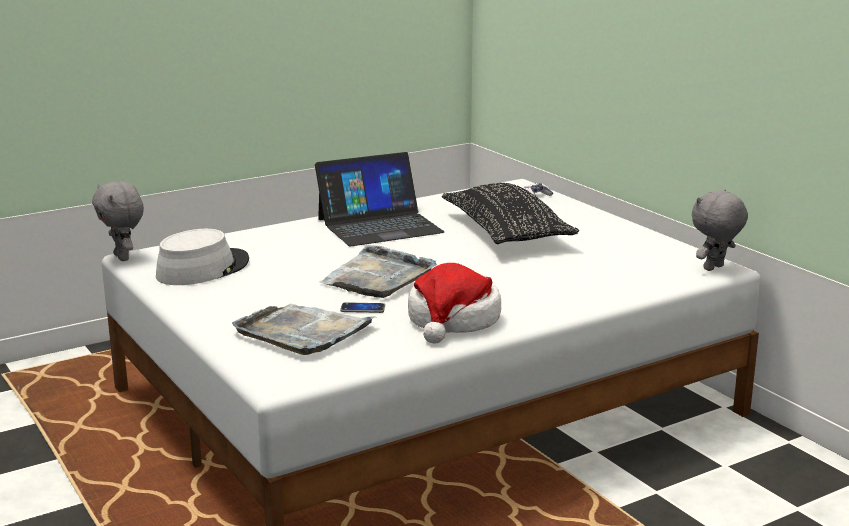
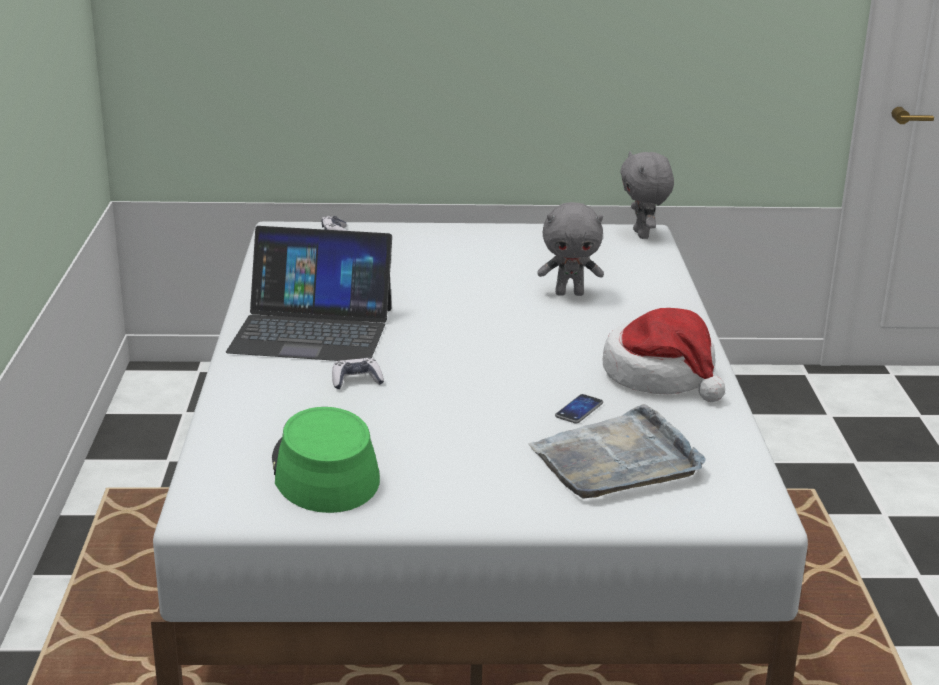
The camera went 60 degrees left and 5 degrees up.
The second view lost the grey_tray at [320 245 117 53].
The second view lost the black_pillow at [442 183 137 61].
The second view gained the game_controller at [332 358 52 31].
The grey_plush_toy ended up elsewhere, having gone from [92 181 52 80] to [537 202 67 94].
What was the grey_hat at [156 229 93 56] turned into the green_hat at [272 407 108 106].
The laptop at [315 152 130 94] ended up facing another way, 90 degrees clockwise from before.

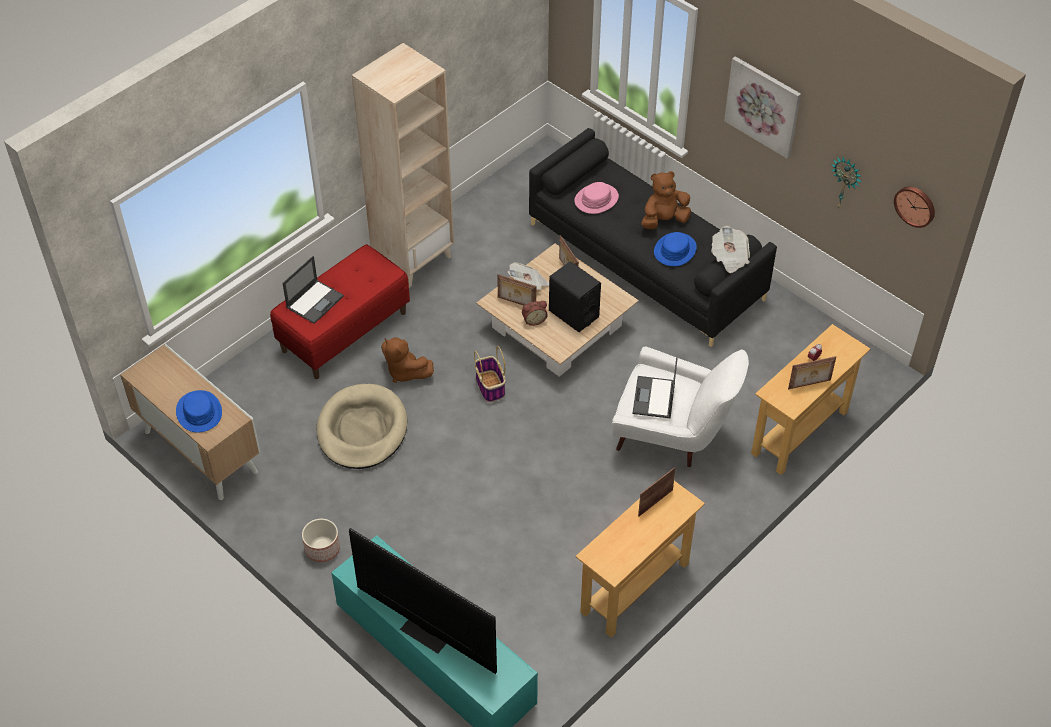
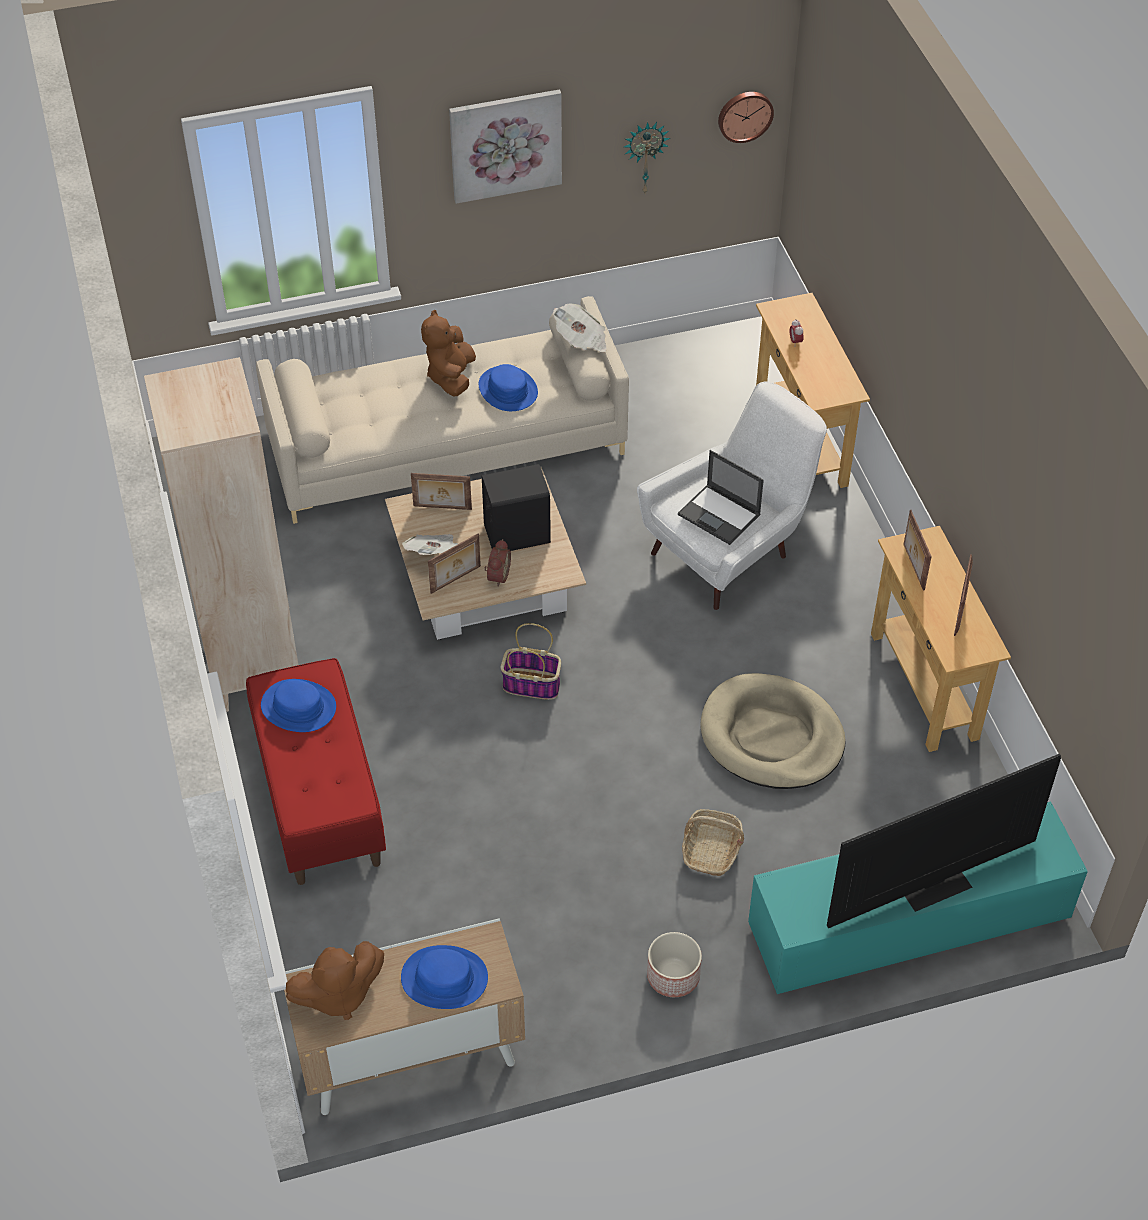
The camera went 60 degrees left and 0 degrees up.
The second view lost the laptop at [282 256 62 68].
The second view lost the pink_hat at [574 182 45 32].
The second view gained the blue_hat at [261 679 75 53].
The second view gained the basket at [682 809 62 67].
The beige_dog_bed ended up elsewhere, having gone from [317 384 91 85] to [700 673 146 116].
The brown_plush_toy ended up elsewhere, having gone from [381 337 53 46] to [286 941 98 79].
The picture_frame ended up elsewhere, having gone from [788 356 48 33] to [954 554 19 82].
What was the black_sofa at [529 128 248 219] turned into the beige_sofa at [256 296 373 228].

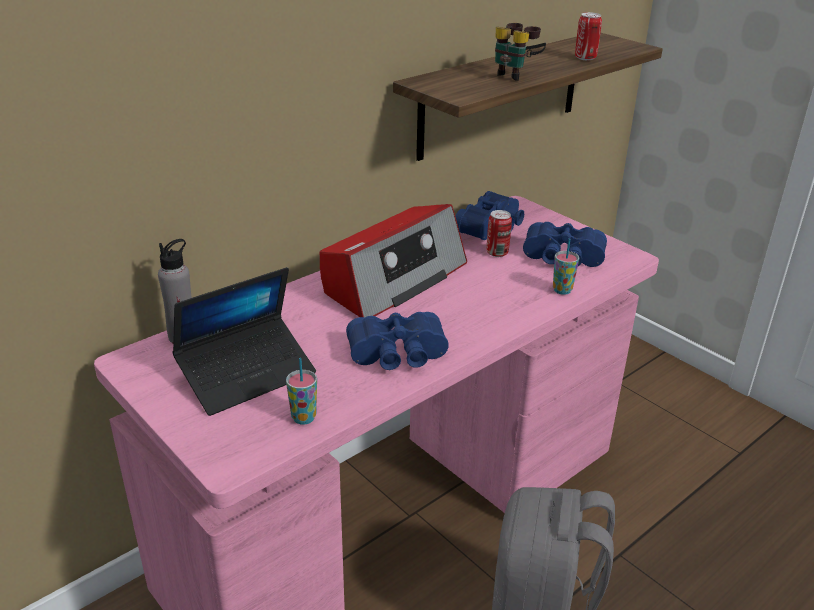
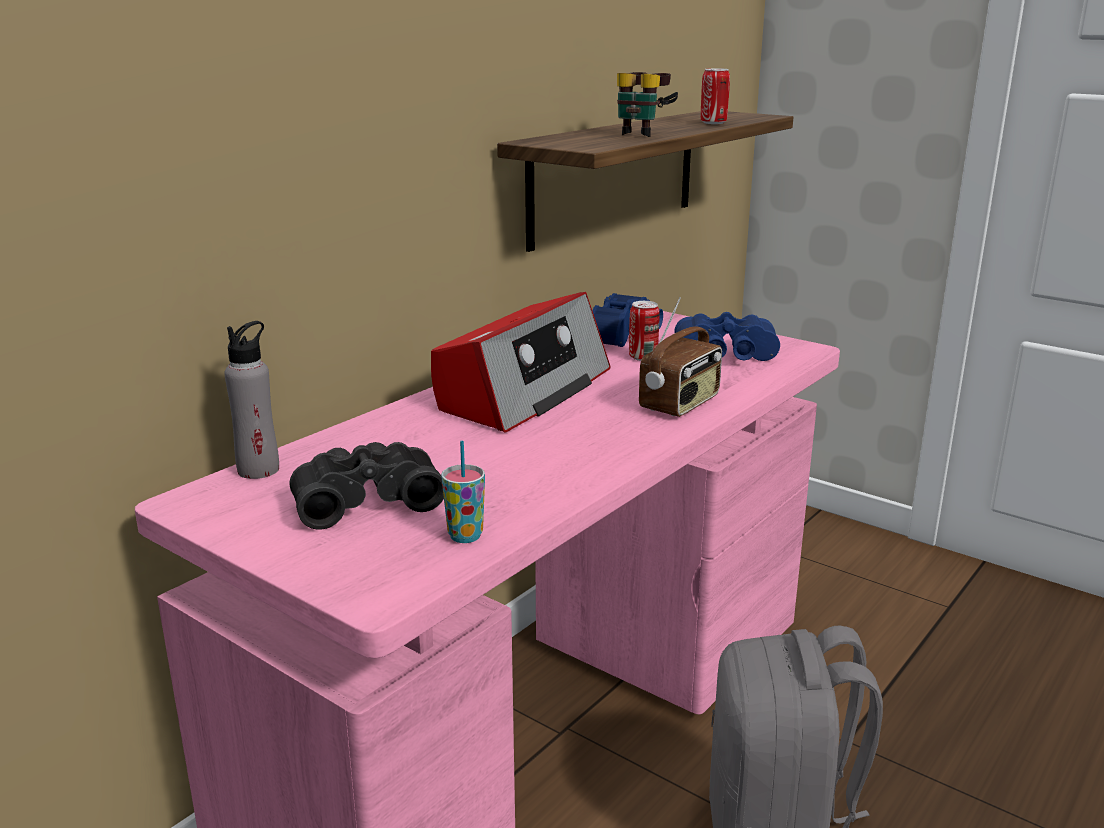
The camera went 10 degrees left and 10 degrees down.
The second view lost the blue_binoculars at [346 312 103 58].
The second view lost the cup at [553 239 26 56].
The second view gained the radio at [639 297 83 120].
Where the laptop stood at [172 267 144 149], the black_binoculars came to stand at [290 442 154 88].

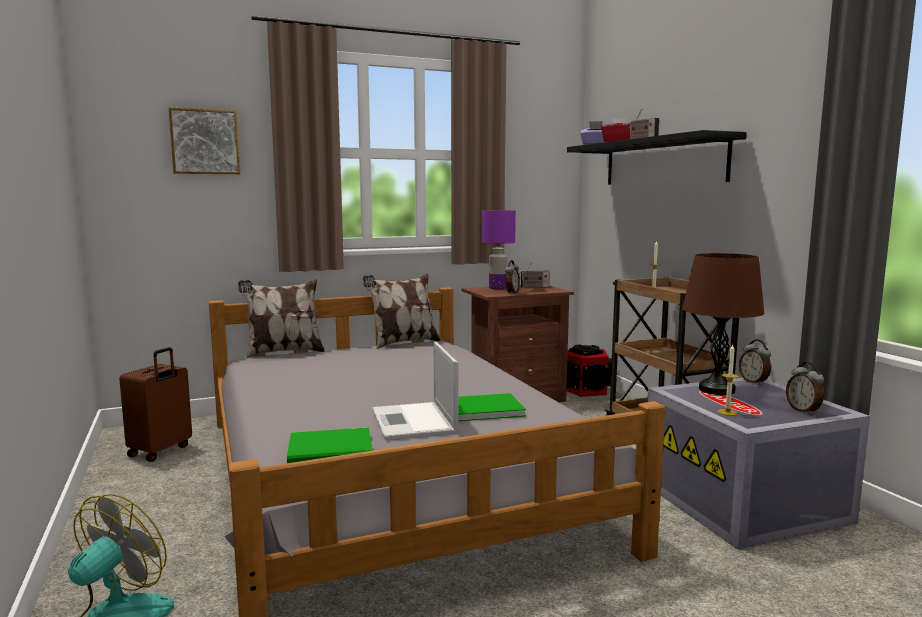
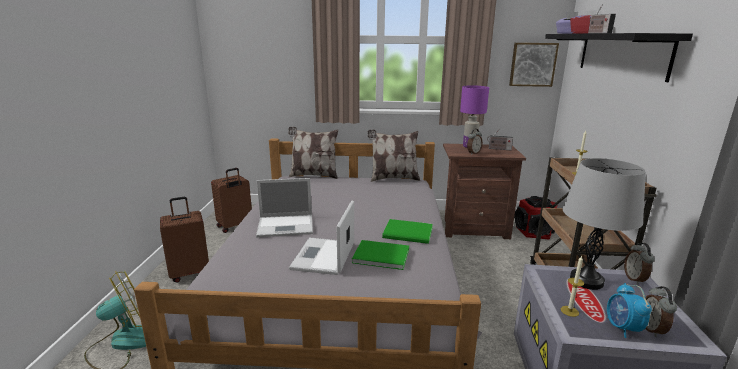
The camera went 25 degrees right and 10 degrees up.
The second view gained the brown_suitcase at [160 197 49 85].
The second view gained the laptop at [256 178 57 59].
The second view gained the alarm_clock at [607 283 45 55].
The picture ended up elsewhere, having gone from [169 107 71 67] to [509 43 50 44].
The green_book ended up elsewhere, having gone from [287 427 85 36] to [382 219 51 25].
What was the brown_table_lamp at [682 253 83 142] turned into the grey_table_lamp at [562 158 84 132].

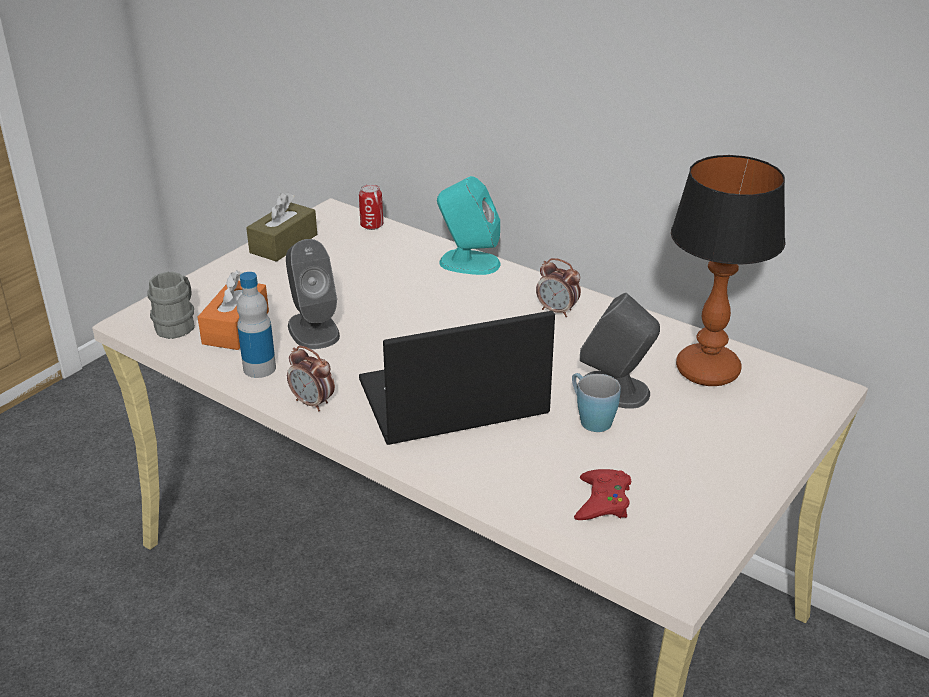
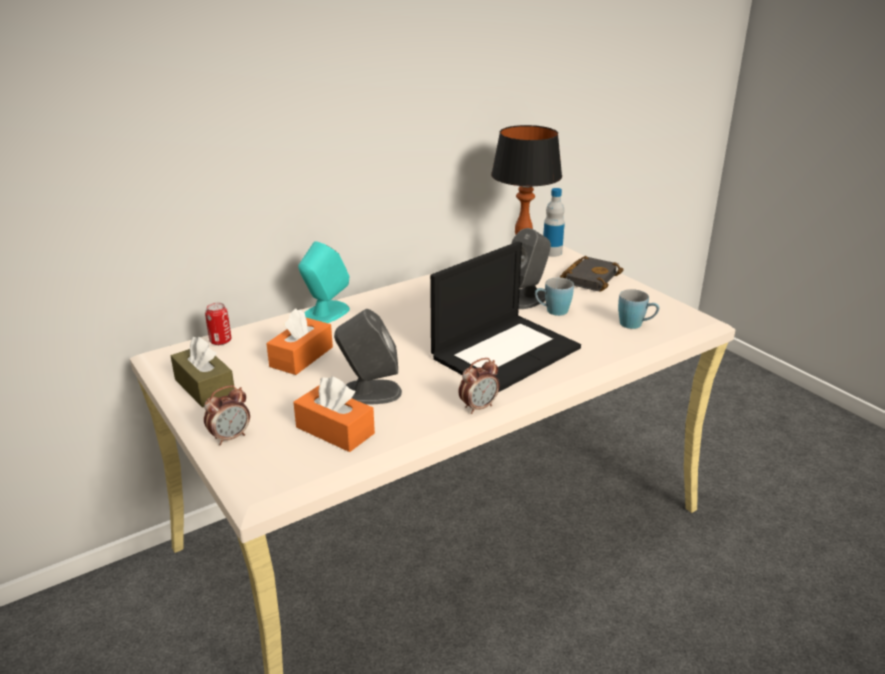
The camera went 70 degrees left and 5 degrees down.
The second view lost the grey_mug at [147 272 48 67].
The second view gained the orange_tissue_box at [266 308 67 67].
The second view gained the black_book at [560 256 64 35].
The bottle ended up elsewhere, having gone from [237 272 39 106] to [543 188 22 69].
The alarm_clock ended up elsewhere, having gone from [536 258 45 59] to [204 385 46 61].
Where the red_game_controller stood at [574 469 57 51], the blue_mug came to stand at [618 289 41 40].
The laptop at [359 311 196 134] ended up facing another way, 135 degrees counterclockwise from before.

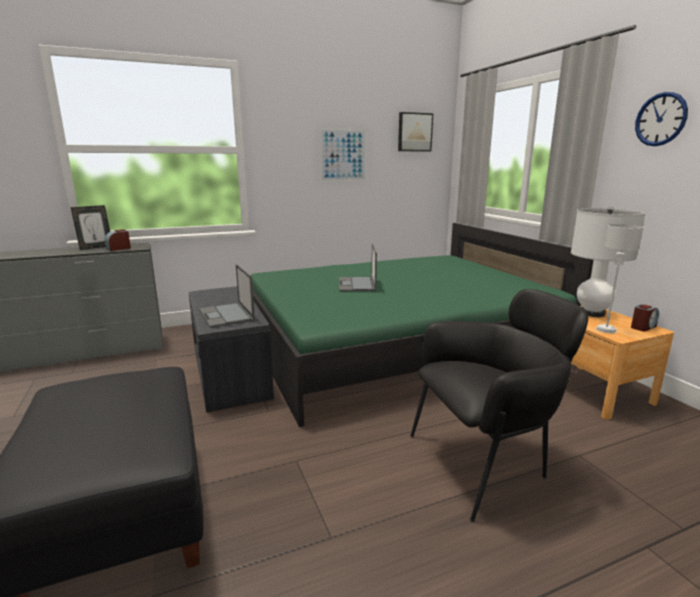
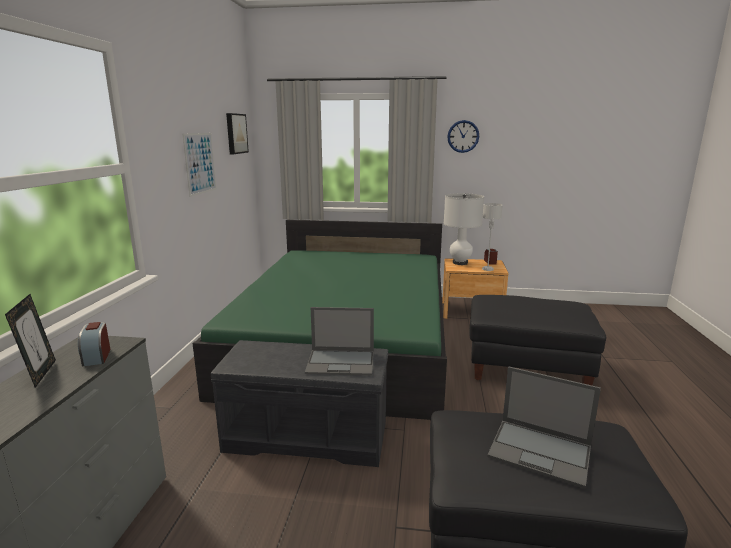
The camera went 60 degrees left and 0 degrees up.
The laptop ended up elsewhere, having gone from [339 244 38 47] to [487 366 114 122].
Where the black_armchair stood at [410 289 178 233], the black_ottoman came to stand at [470 295 136 90].

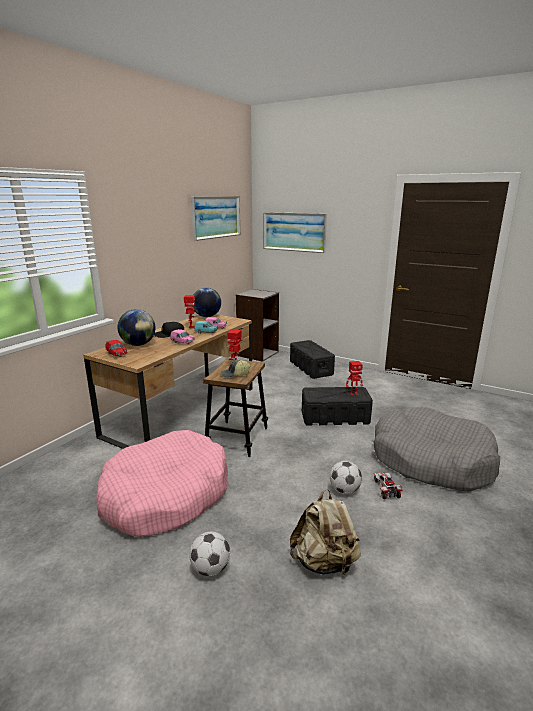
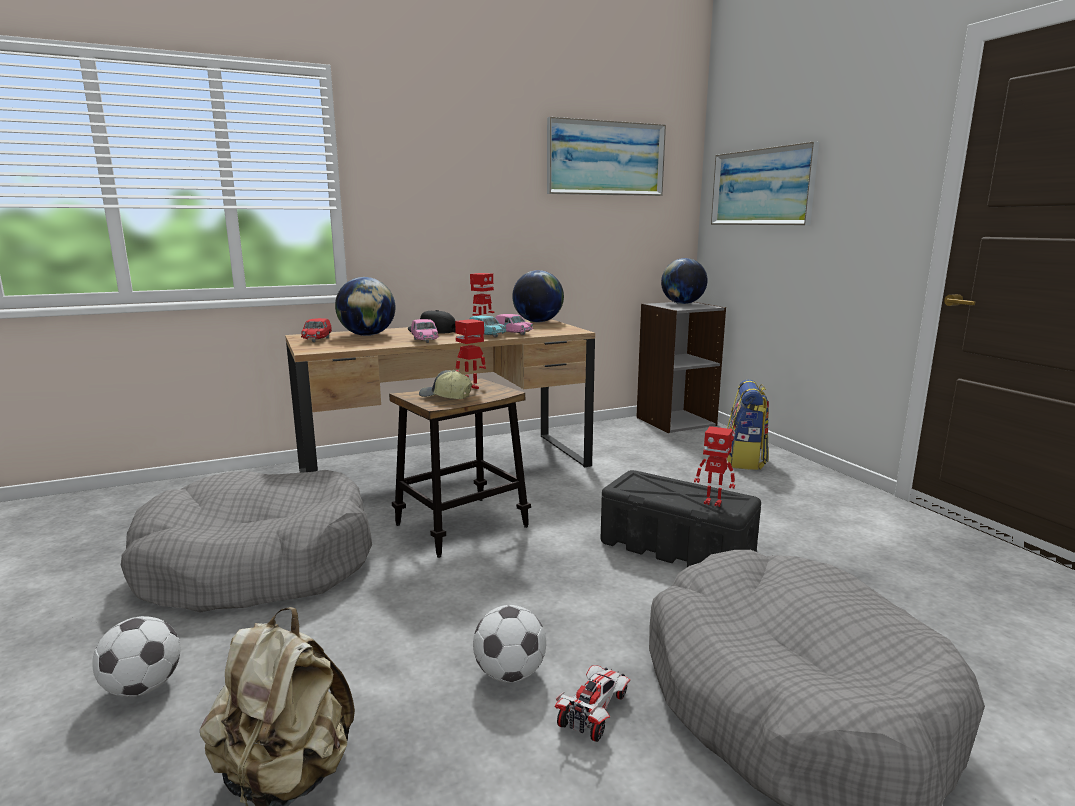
The camera went 35 degrees right and 5 degrees down.
The second view gained the globe at [661 258 47 46].
Where the black_storage_box stood at [290 340 45 39], the backpack came to stand at [727 379 42 91].
What was the pink_dog_bed at [96 430 132 107] turned into the grey_dog_bed at [121 470 251 143].

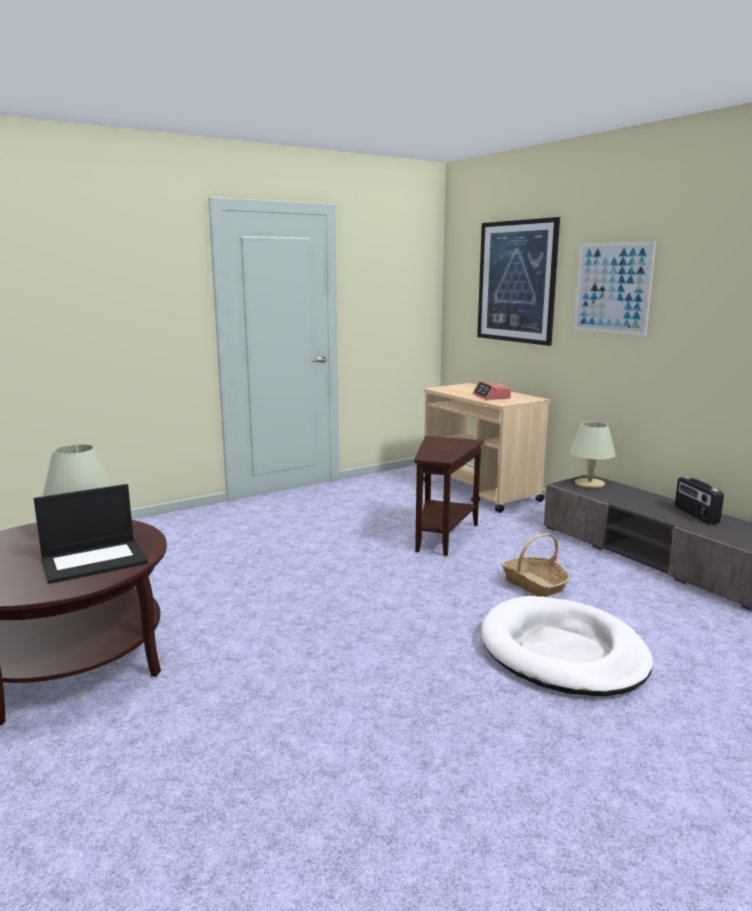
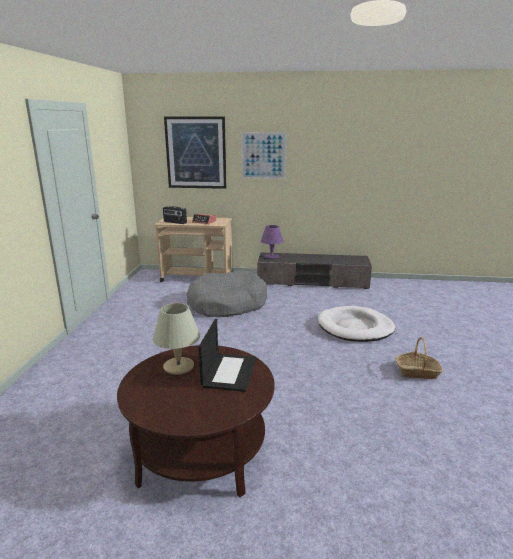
The camera went 50 degrees left and 5 degrees up.
The basket ended up elsewhere, having gone from [501 533 69 64] to [395 337 48 42].
The radio ended up elsewhere, having gone from [675 477 49 47] to [163 206 24 18].
Where the brown_side_table stood at [414 436 70 120], the grey_dog_bed came to stand at [187 270 80 47].
What was the beige_table_lamp at [569 422 47 67] turned into the purple_table_lamp at [261 225 22 34].

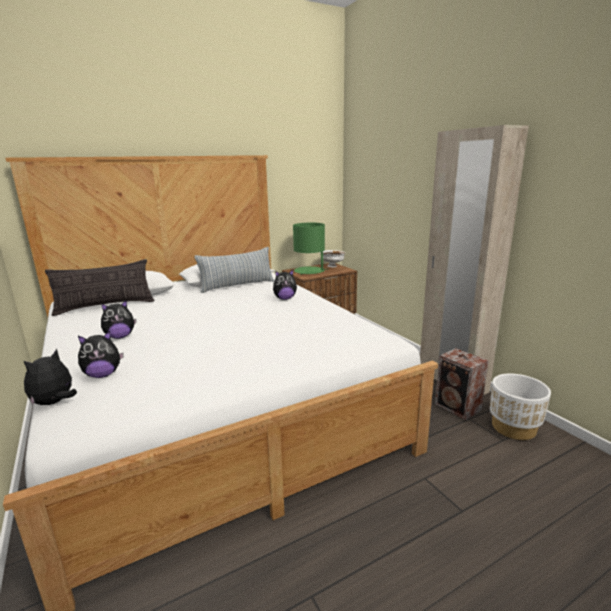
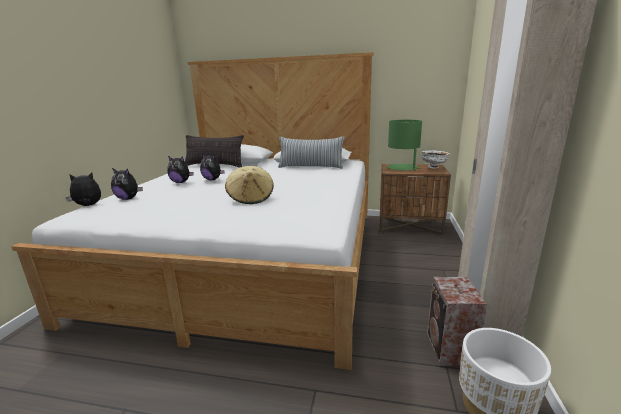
The camera went 40 degrees right and 0 degrees up.
The second view gained the beige_hat at [225 166 49 38].
The plush_toy ended up elsewhere, having gone from [273 270 24 30] to [200 154 25 26].

